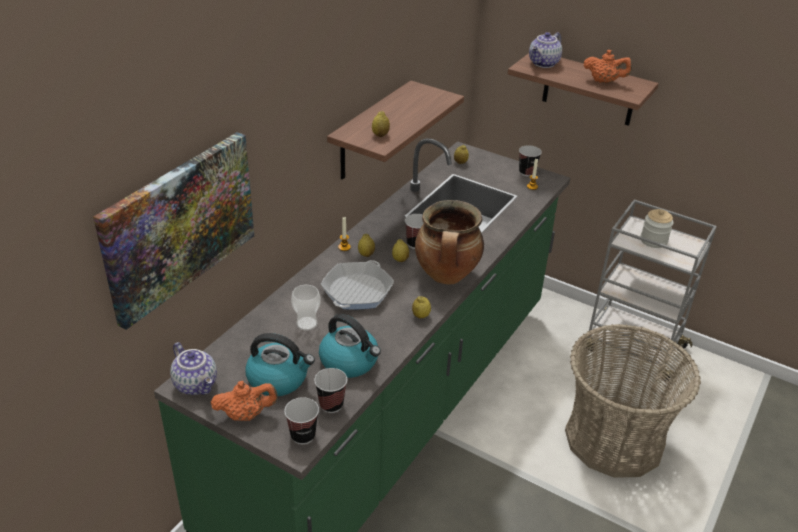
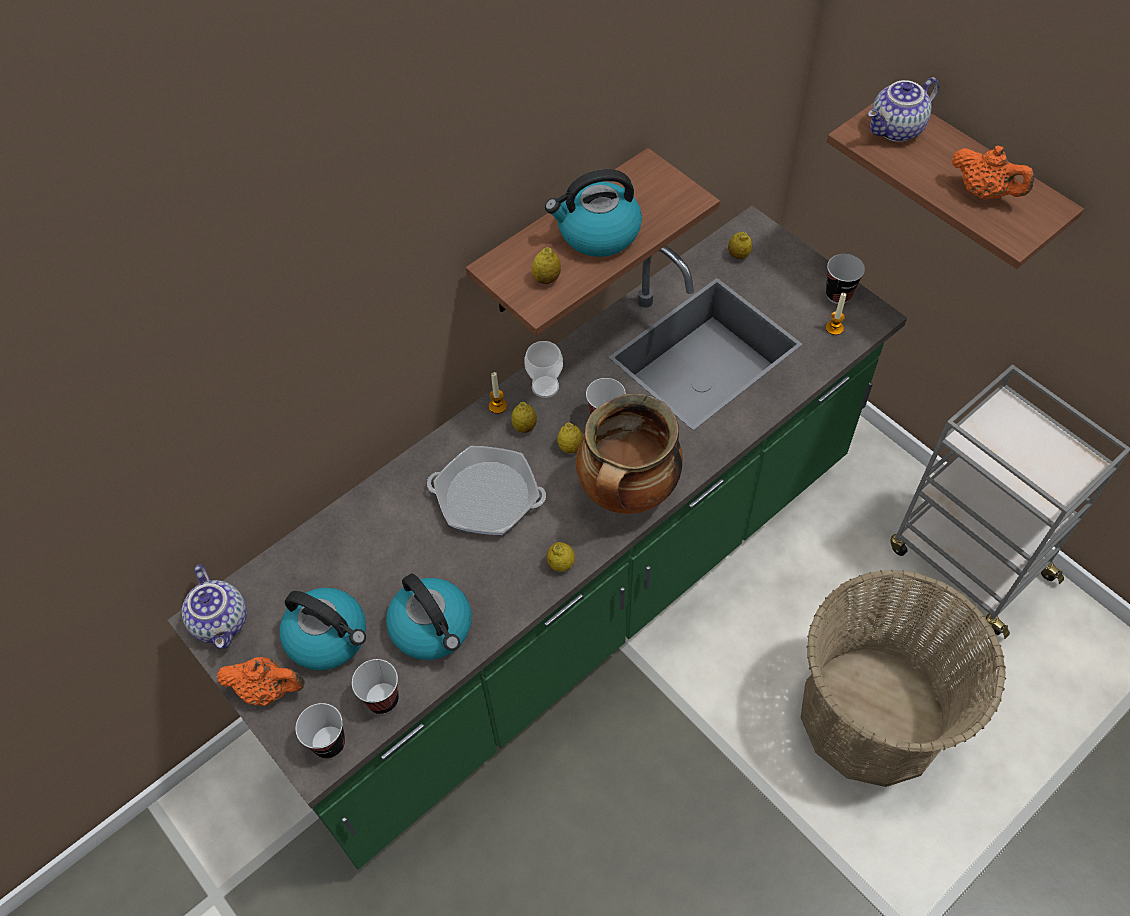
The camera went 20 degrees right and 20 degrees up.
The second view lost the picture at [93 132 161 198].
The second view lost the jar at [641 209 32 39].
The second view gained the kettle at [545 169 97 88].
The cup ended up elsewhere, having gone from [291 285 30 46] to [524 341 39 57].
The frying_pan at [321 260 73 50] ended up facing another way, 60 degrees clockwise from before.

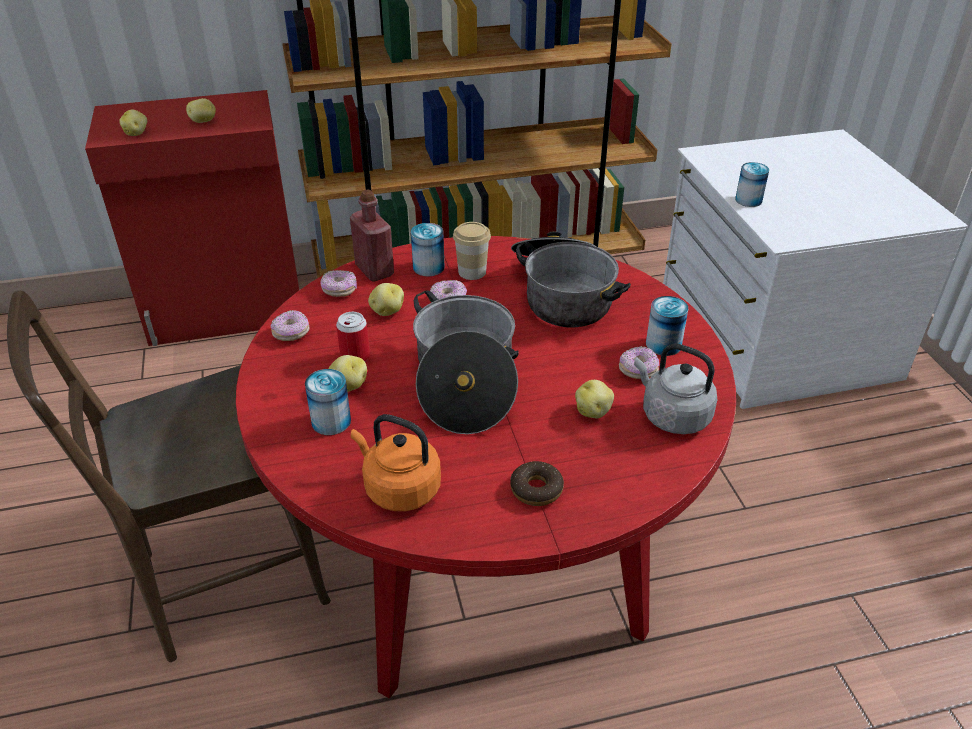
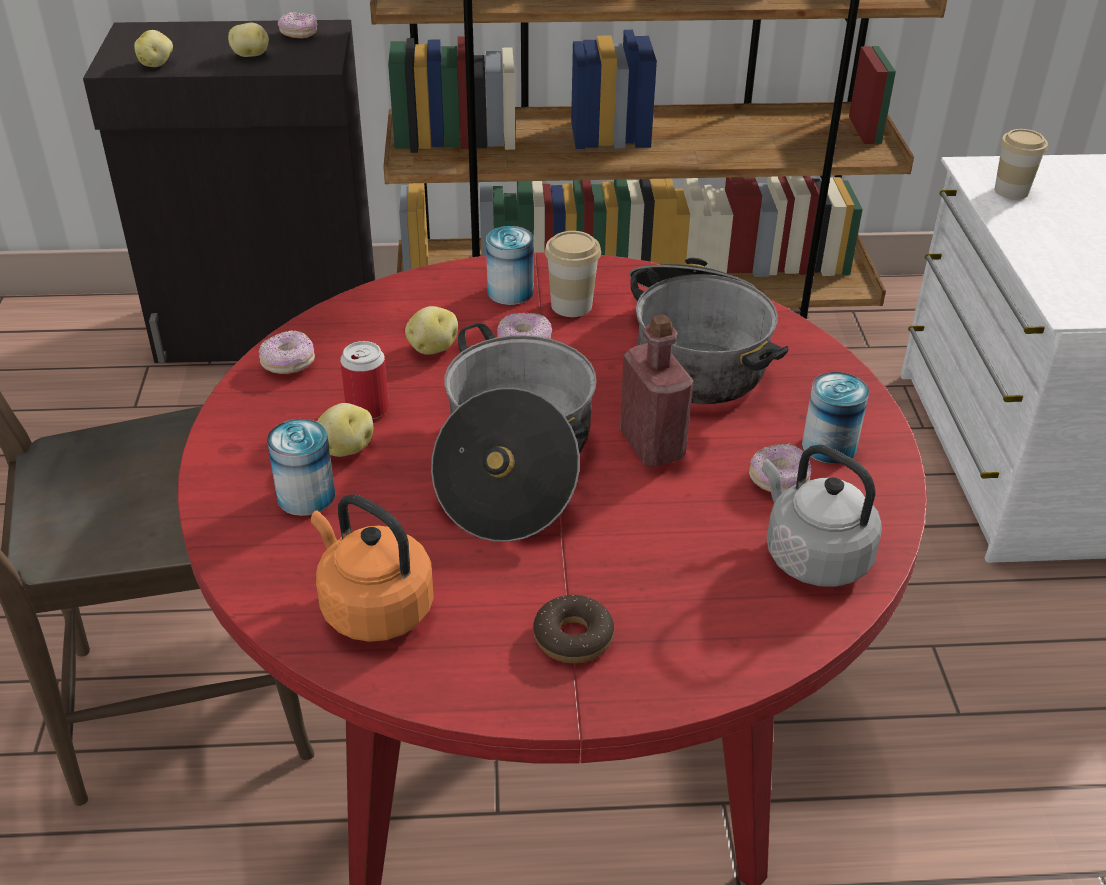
The camera went 10 degrees right and 0 degrees up.
The second view lost the potato at [575 380 39 38].
The second view lost the can at [735 162 34 45].
The second view gained the cup at [994 129 54 70].
The donut ended up elsewhere, having gone from [320 270 37 27] to [278 12 39 26].
The red_bottle ended up elsewhere, having gone from [350 189 44 93] to [620 314 74 153].
What was the red_cabinet at [85 90 214 256] turned into the black_cabinet at [83 20 292 344].

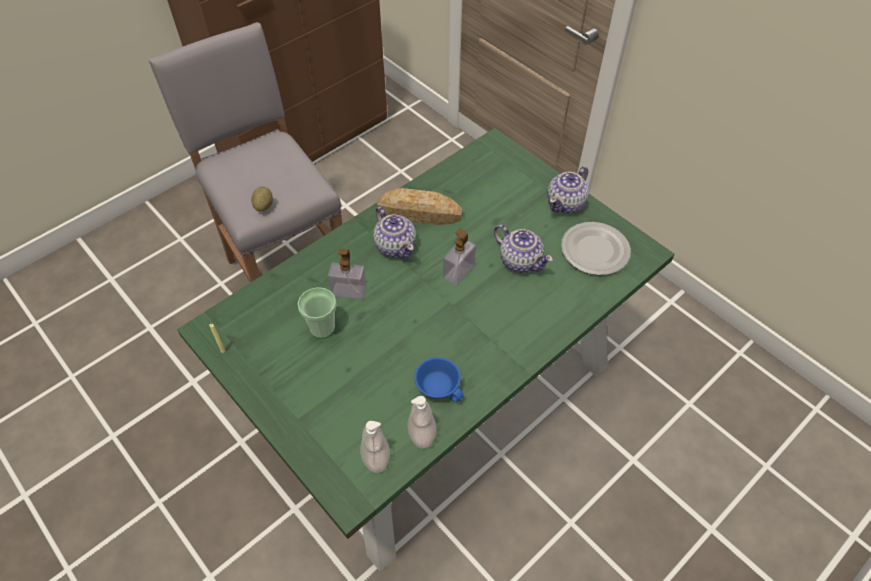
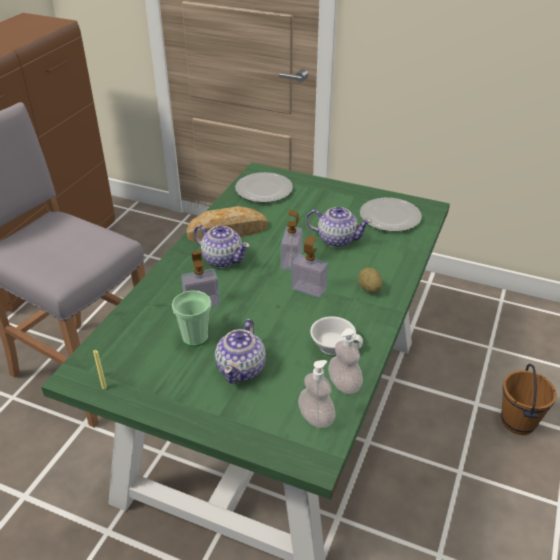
The camera went 25 degrees left and 15 degrees down.
The second view gained the plate at [235 172 58 30].
The second view gained the soap_dispenser at [291 236 37 62].
The second view gained the brown_bucket at [501 364 56 71].
The potato ended up elsewhere, having gone from [251 186 22 25] to [358 268 24 25].
The teapot ended up elsewhere, having gone from [547 166 42 48] to [215 319 51 65].
What was the blue_cup at [414 357 49 45] turned into the white_cup at [310 316 53 39].

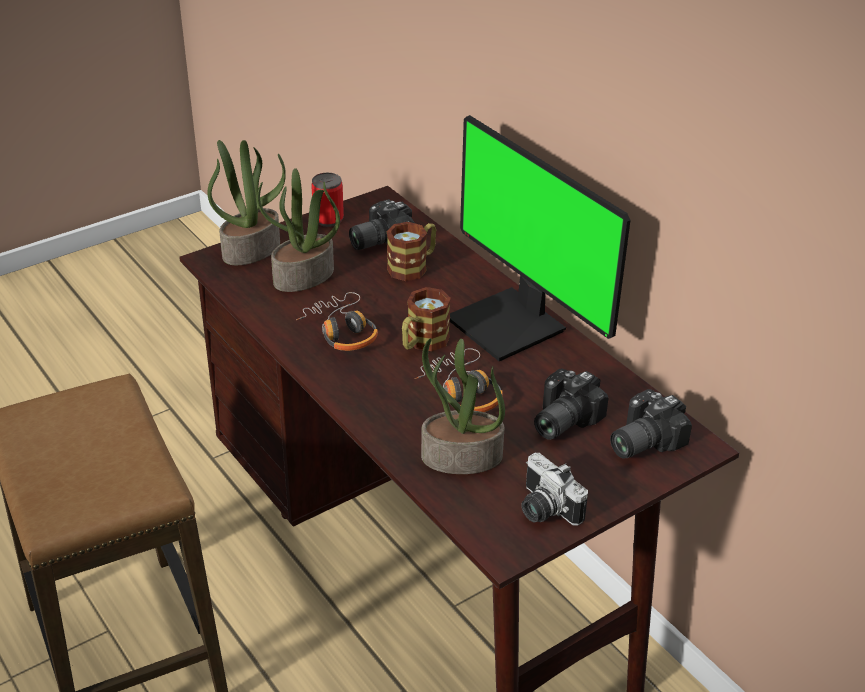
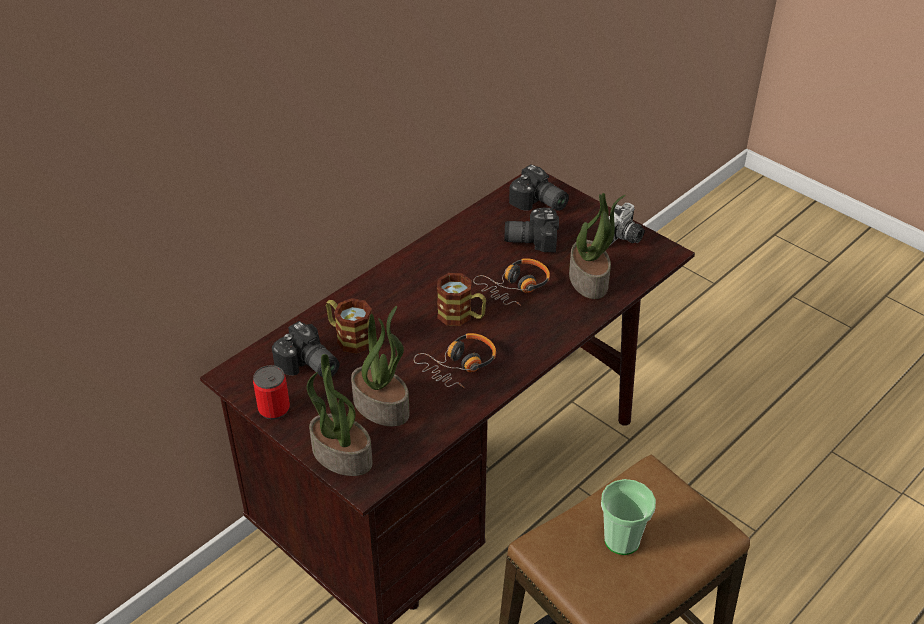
The camera went 100 degrees left and 5 degrees up.
The second view lost the monitor at [450 115 180 247].
The second view gained the cup at [601 479 55 76].
The photo_camera at [534 369 74 71] ended up facing another way, 150 degrees clockwise from before.

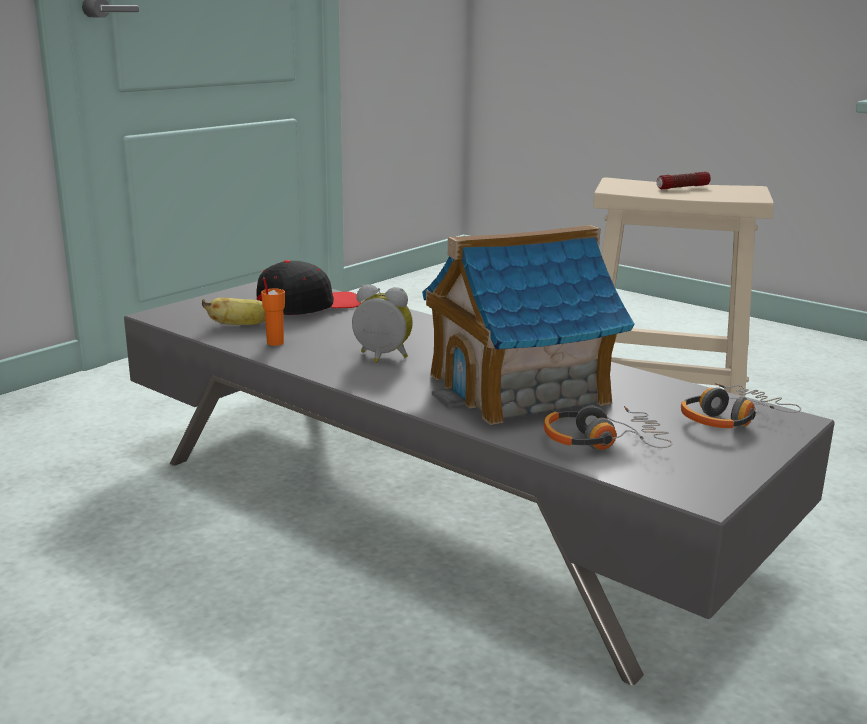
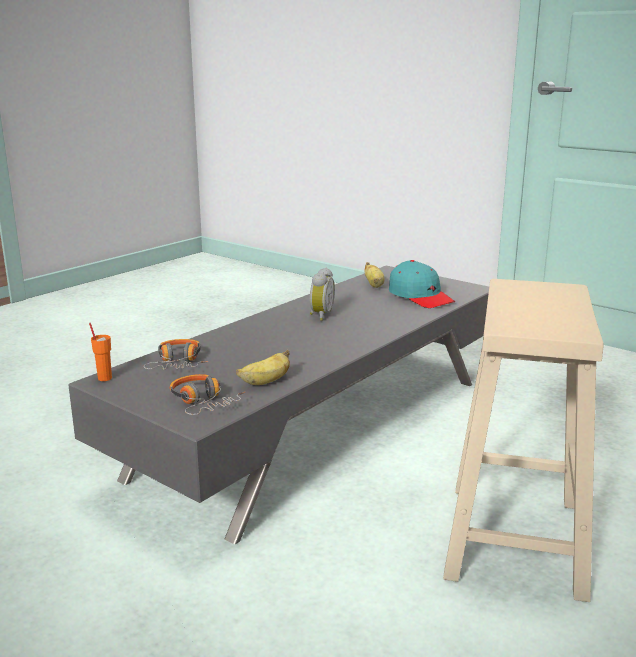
The camera went 90 degrees right and 0 degrees up.
The second view lost the toy_house at [422 225 213 200].
The second view lost the flashlight at [657 172 54 17].
The second view gained the banana at [236 350 54 35].
The orange_cup ended up elsewhere, having gone from [261 278 24 68] to [89 323 23 58].
What was the black_cap at [256 260 105 55] turned into the turquoise_cap at [389 260 66 48].

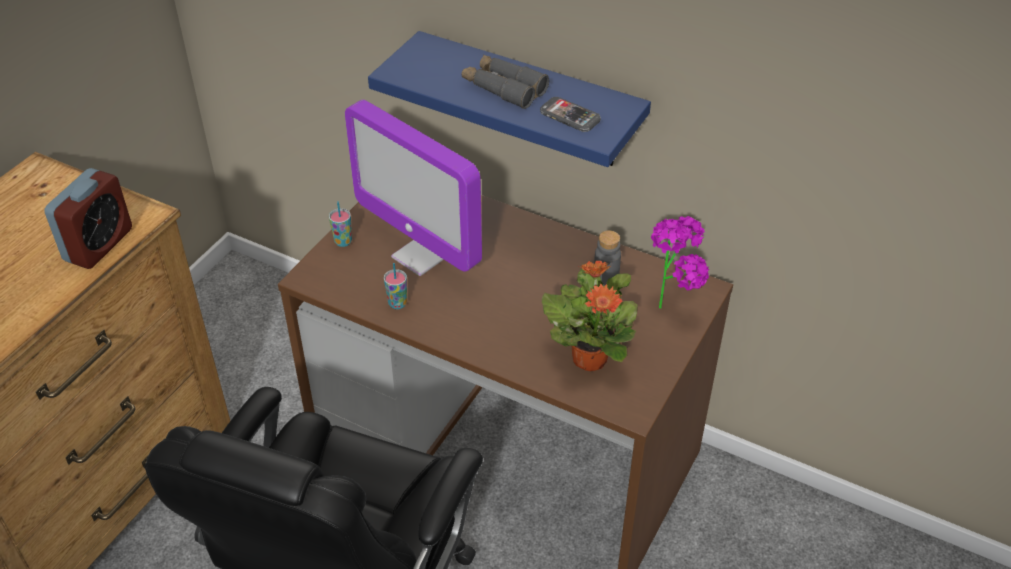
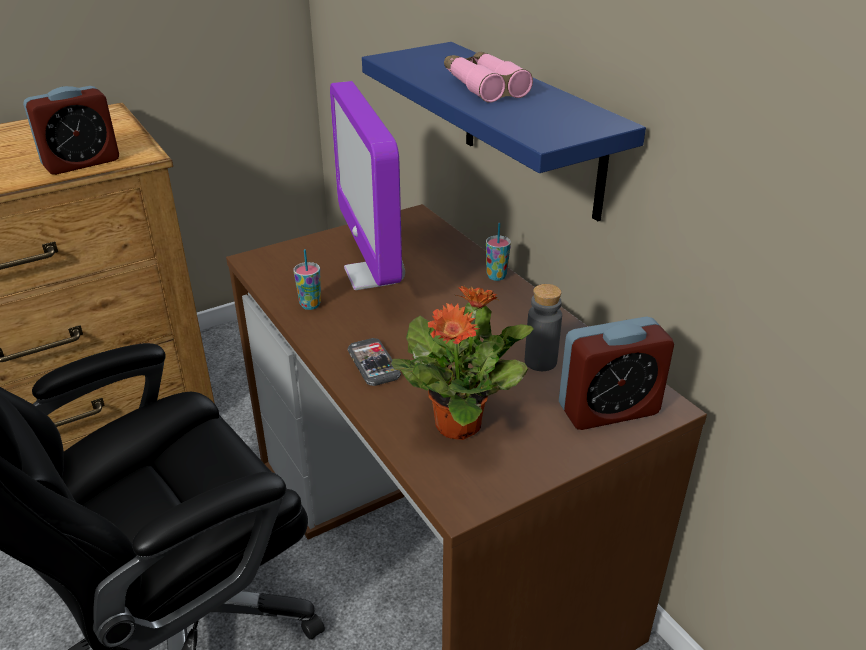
The camera went 30 degrees right and 10 degrees down.
The cup ended up elsewhere, having gone from [329 201 23 46] to [486 223 25 58].
The phone ended up elsewhere, having gone from [540 97 61 35] to [347 338 54 48].
Where the potted_plant stood at [651 216 58 93], the alarm_clock came to stand at [559 316 115 114].
What was the grey_binoculars at [462 55 87 54] turned into the pink_binoculars at [444 52 89 51].

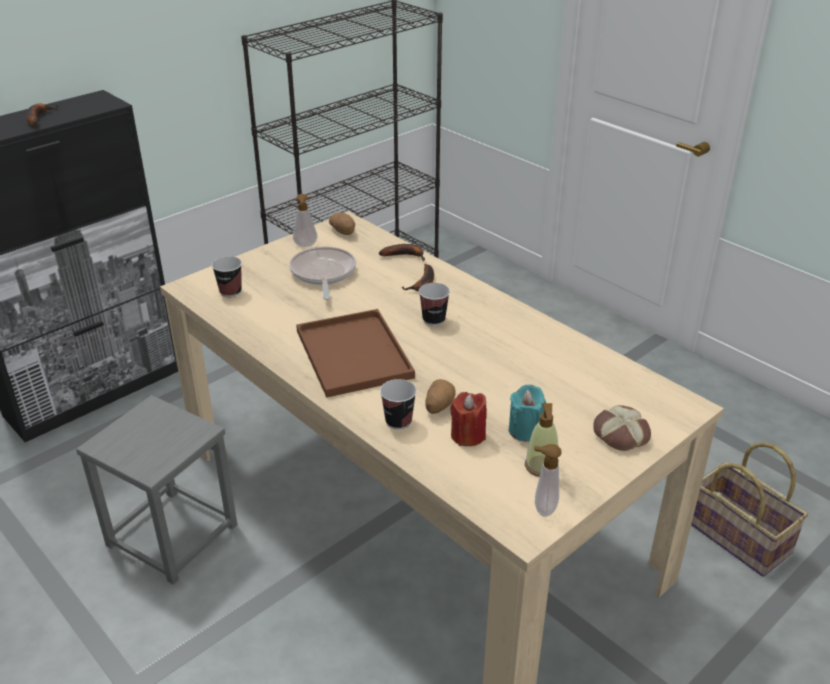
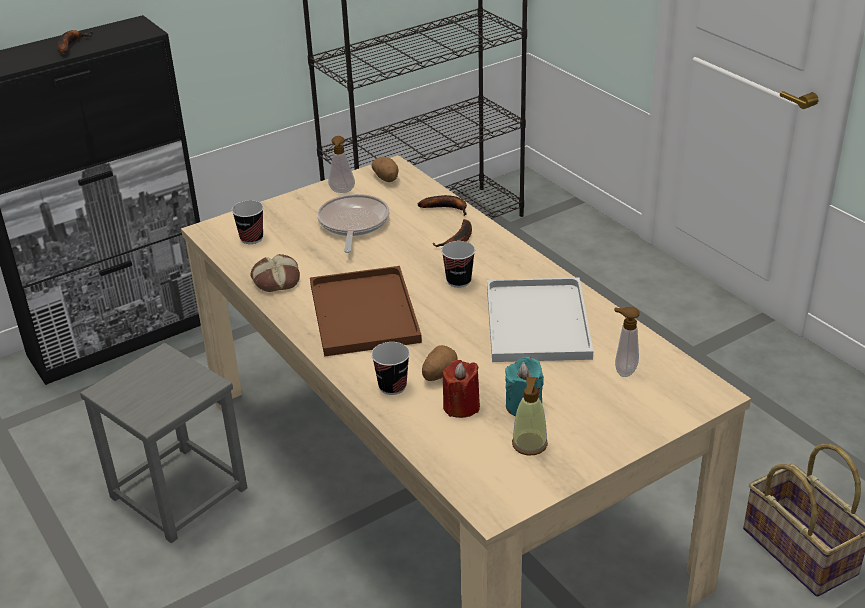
The camera went 10 degrees right and 0 degrees up.
The second view gained the white_tray at [487 277 106 85].
The soap_dispenser ended up elsewhere, having gone from [534 444 28 73] to [614 307 25 70].
The bread ended up elsewhere, having gone from [593 405 58 46] to [250 254 50 38].

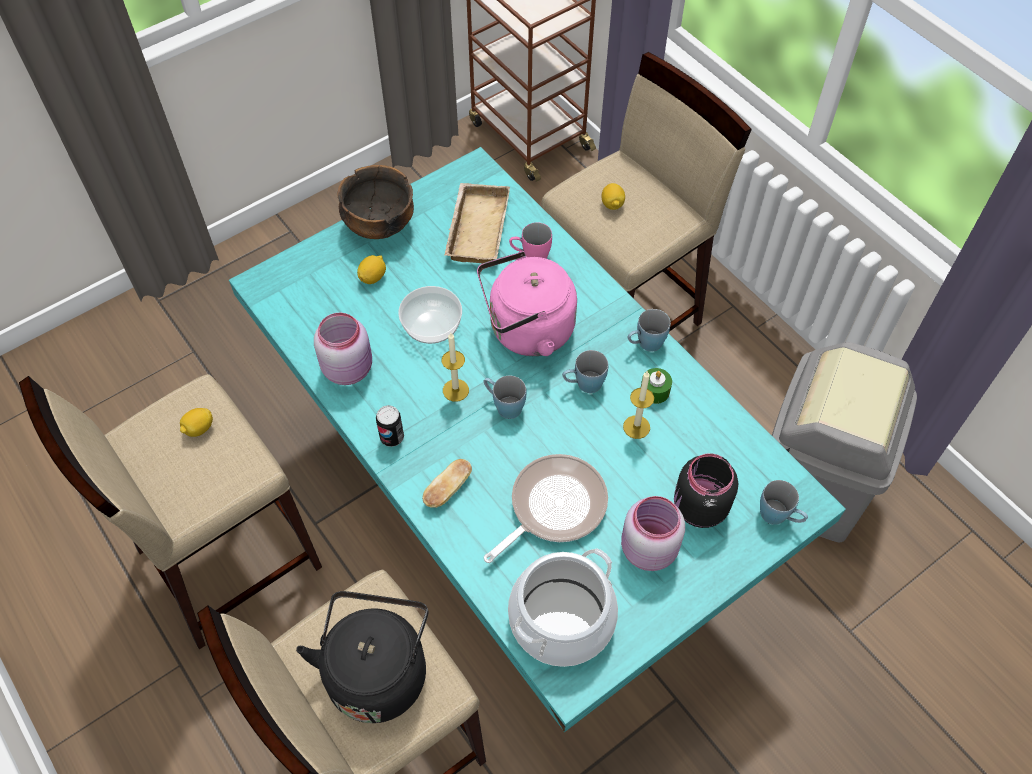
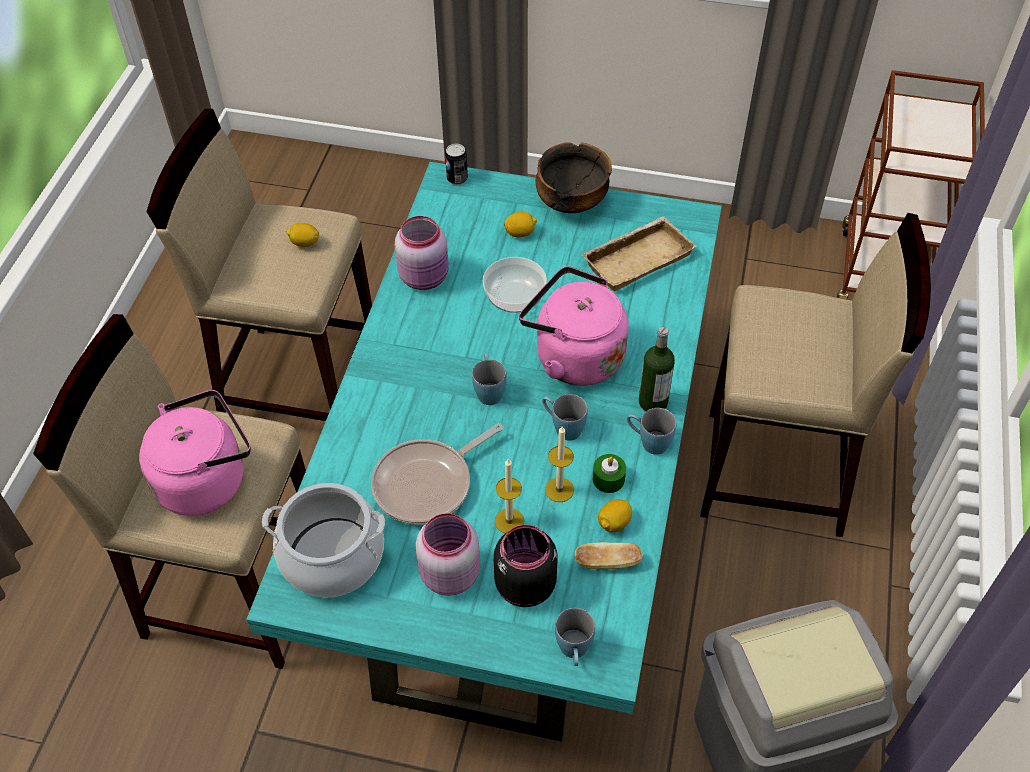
The camera went 50 degrees right and 5 degrees down.
The second view lost the pink_mug at [509 222 43 37].
The second view gained the bottle at [639 327 36 84].
The can ended up elsewhere, having gone from [376 405 28 42] to [445 143 23 42].
The bread ended up elsewhere, having gone from [422 459 50 49] to [575 542 68 27].
The candle ended up elsewhere, having gone from [442 333 27 69] to [495 459 29 74].
The lemon ended up elsewhere, having gone from [602 183 23 27] to [598 499 34 33].
What was the black_kettle at [296 591 133 132] turned into the pink_kettle at [139 390 112 126].
The frying_pan at [484 454 124 109] ended up facing another way, 135 degrees clockwise from before.

